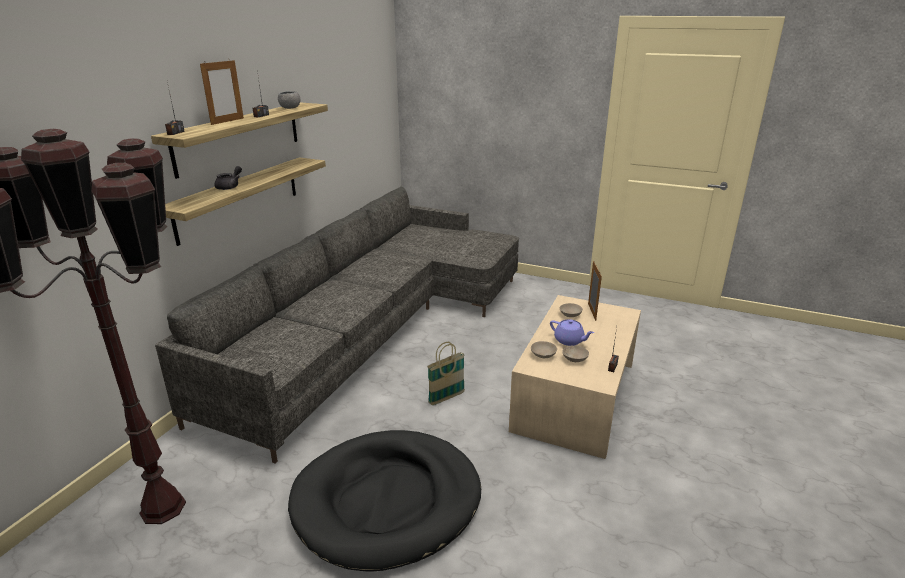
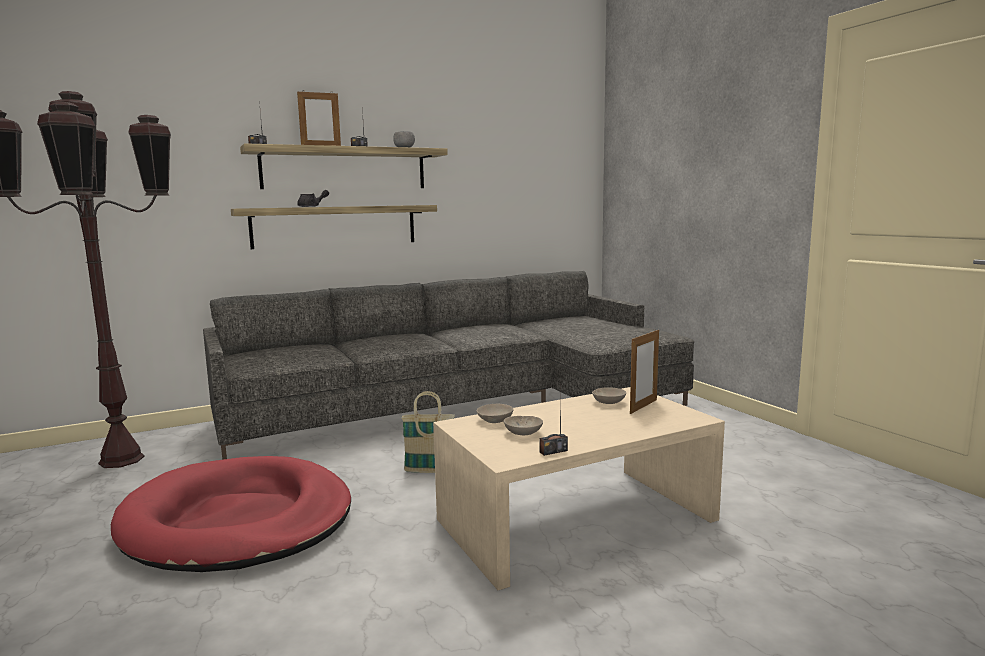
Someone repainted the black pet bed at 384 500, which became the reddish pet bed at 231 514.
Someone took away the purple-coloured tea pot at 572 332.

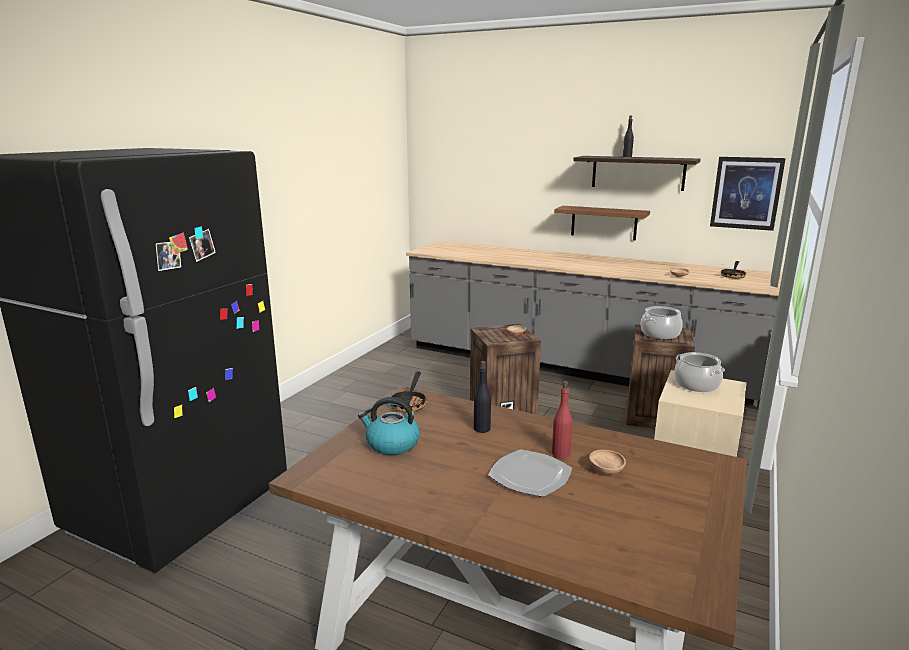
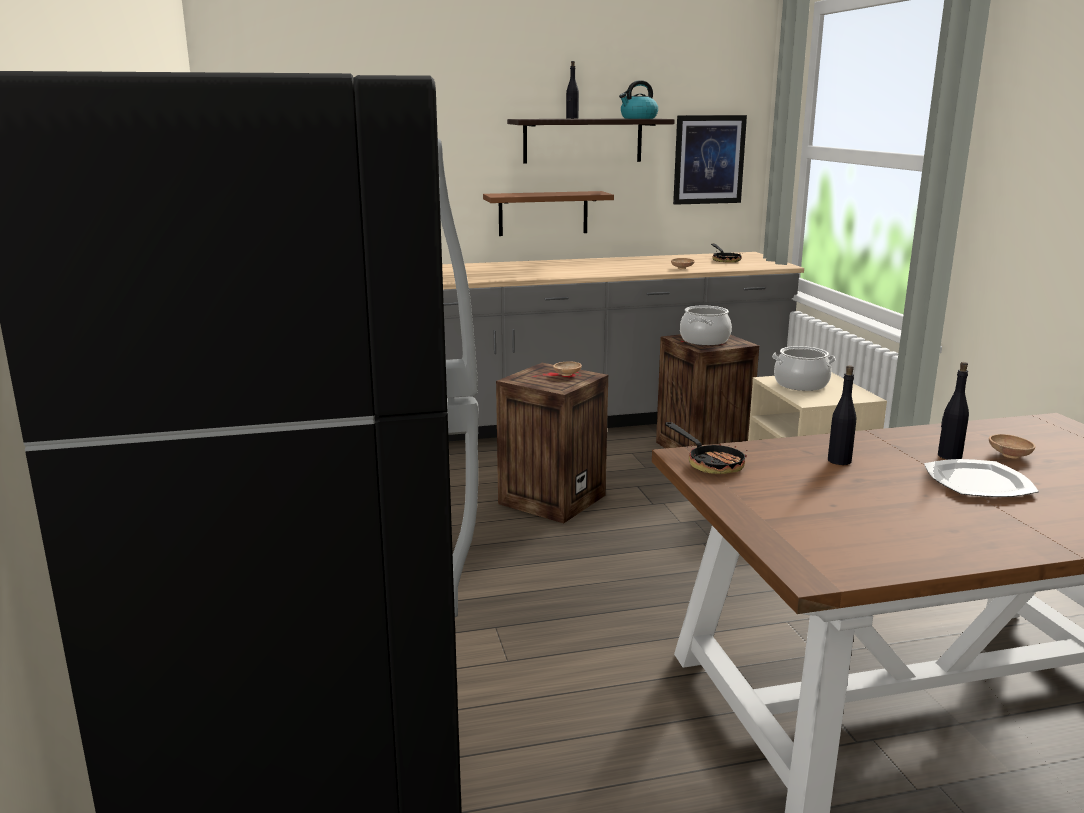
Someone carried the kettle from 389 426 to 638 99.
Someone repainted the reddish drink bottle at 562 419, which became the black drink bottle at 953 411.

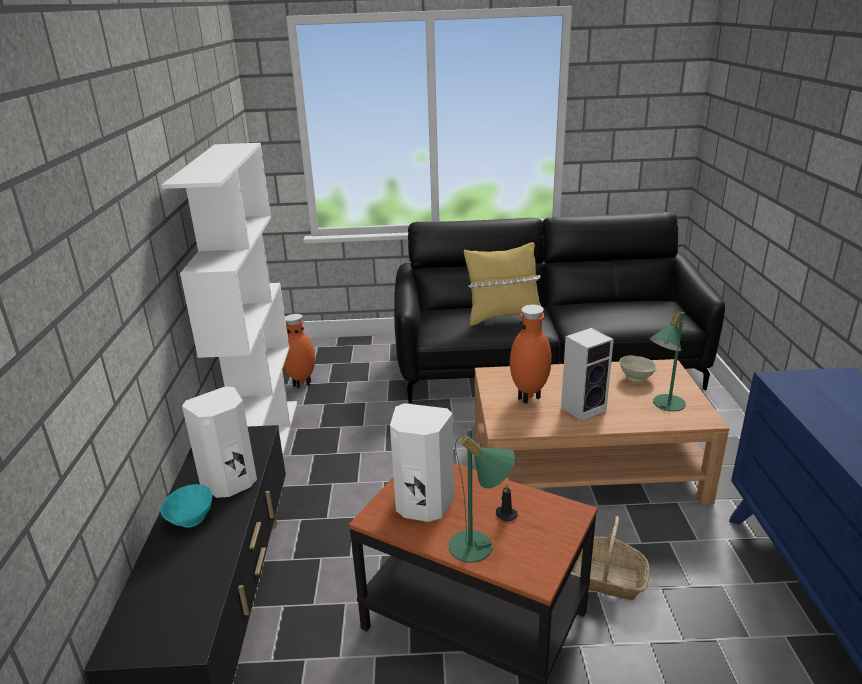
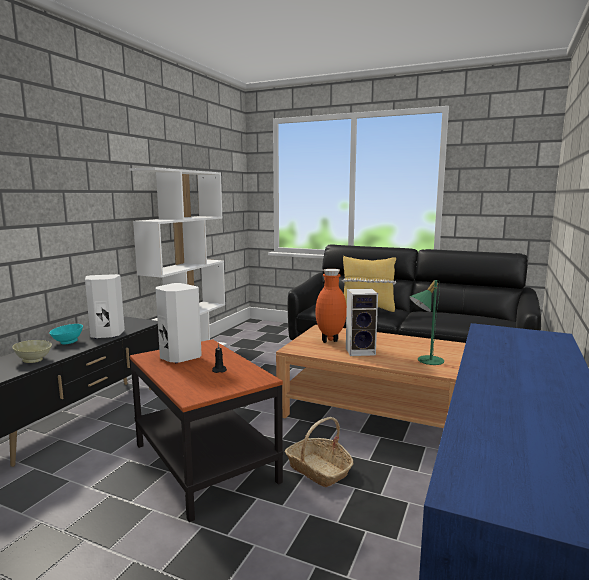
Someone carried the beige-coloured serving bowl from 638 368 to 32 351.
Someone took away the orange decorative vase at 299 351.
Someone took away the greenish tabletop lamp at 482 496.

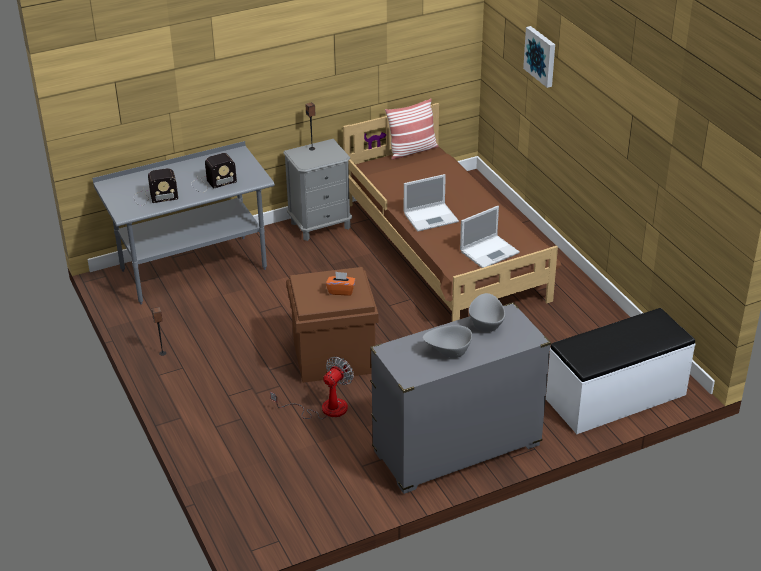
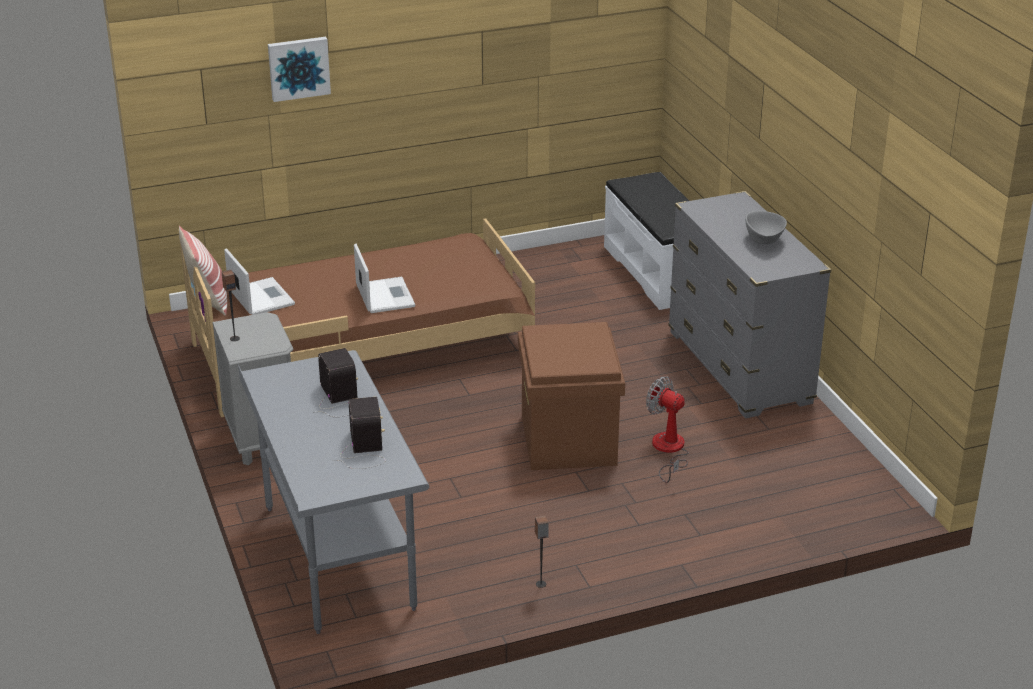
Someone carried the portable computer from 490 237 to 259 281.
Someone took away the orange tissue holder at 341 284.
Someone took away the grey serving bowl at 487 312.

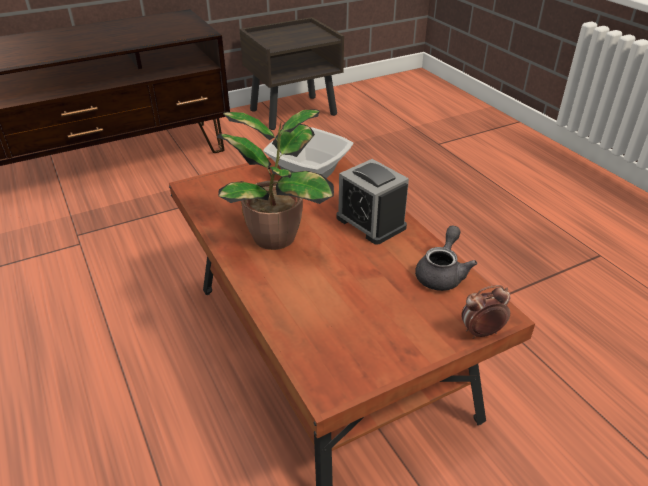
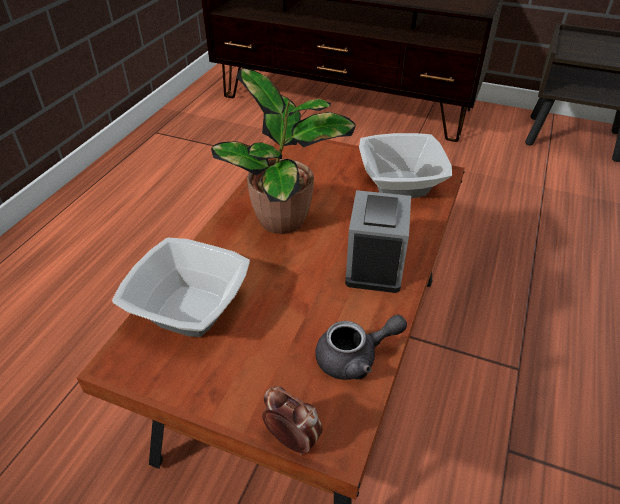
Someone put down the serving bowl at 181 287.

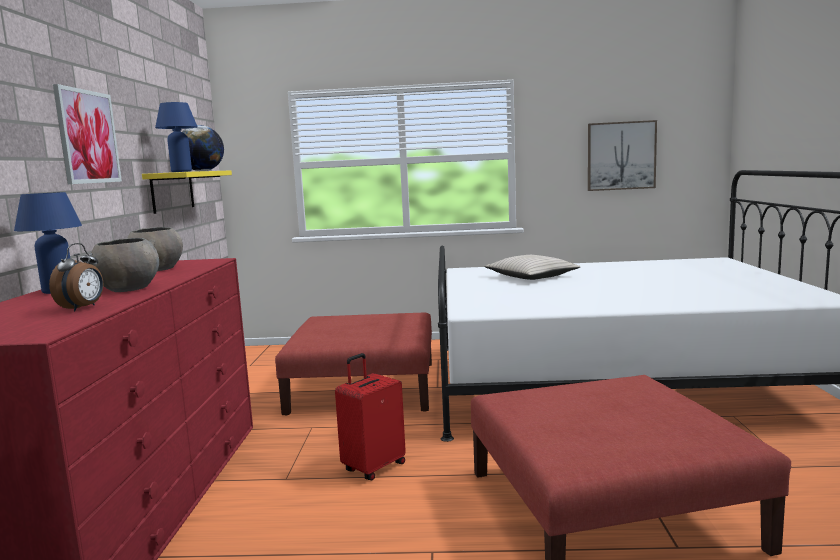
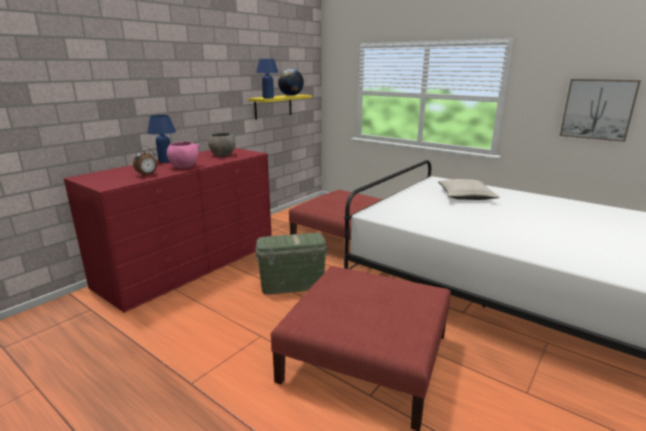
Someone repainted the grey serving bowl at 125 265, which became the pink serving bowl at 183 154.
Someone swapped the reddish suitcase at 370 416 for the greenish storage box at 291 264.
Someone took away the picture at 87 134.

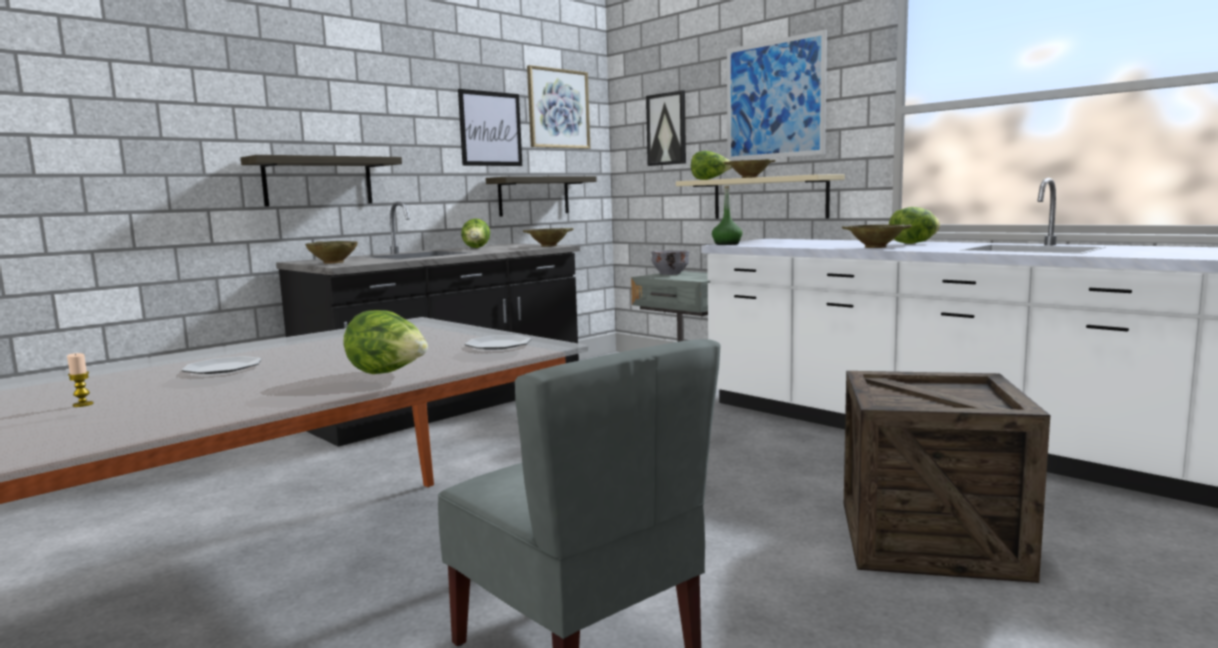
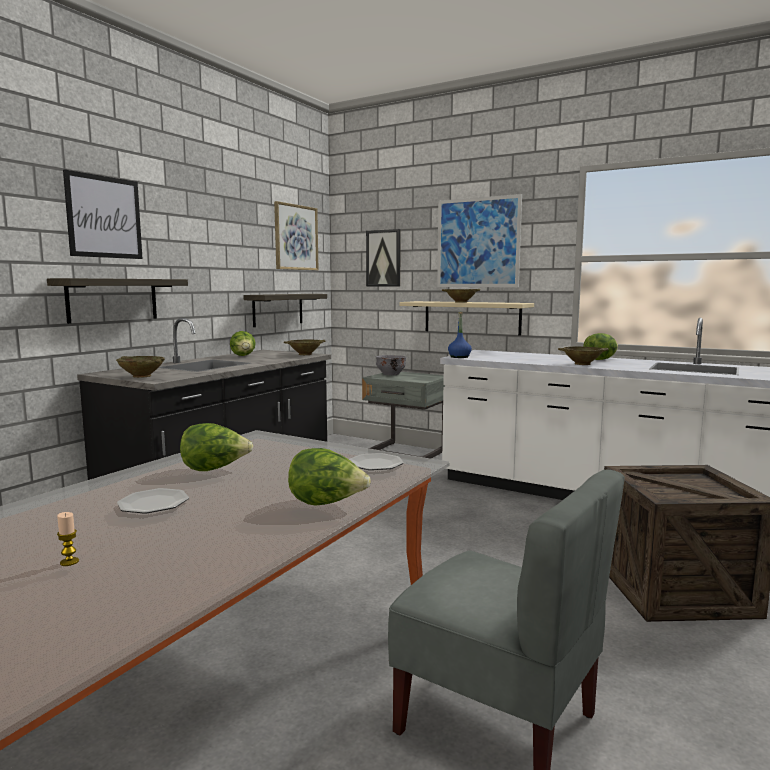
Someone carried the picture from 490 127 to 103 214.
Someone carried the head of lettuce from 711 165 to 216 447.
Someone repainted the greenish drink bottle at 727 215, which became the bluish drink bottle at 460 335.

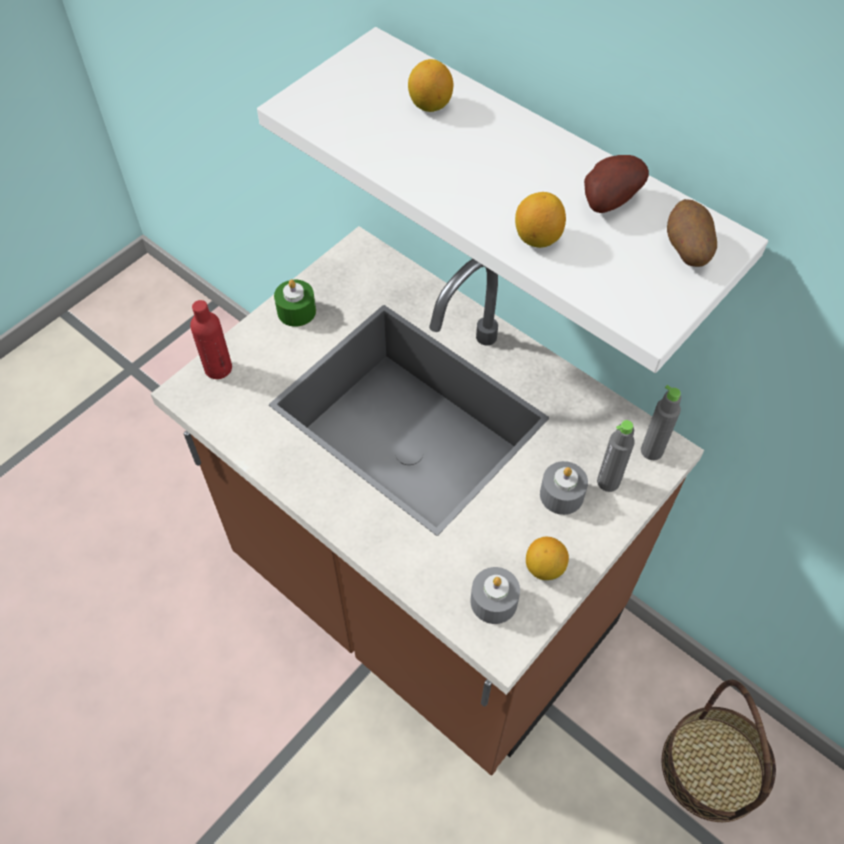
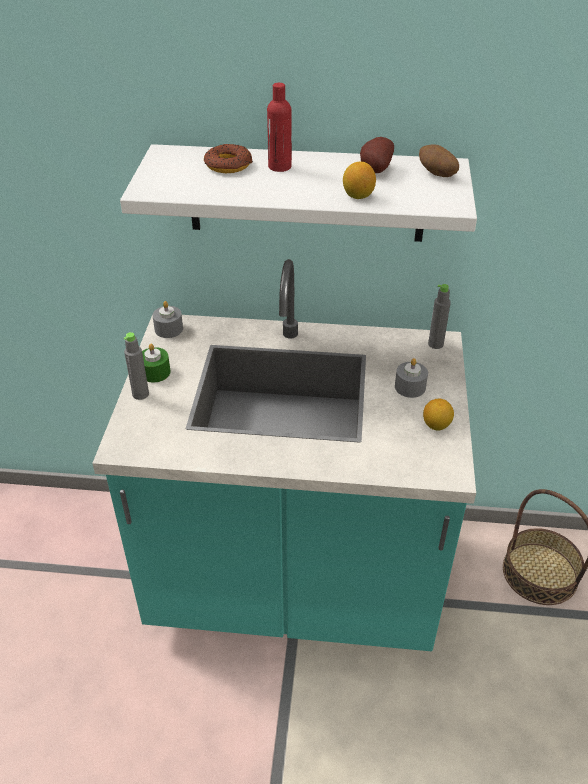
Someone repainted the brown-coloured kitchen counter at 427 500, which became the turquoise-coloured kitchen counter at 284 455.
Someone carried the grey drink bottle from 616 456 to 136 366.
Someone carried the grey candle from 495 595 to 167 319.
Someone swapped the citrus fruit at 430 85 for the donut at 228 158.
Someone carried the reddish drink bottle from 211 339 to 279 127.

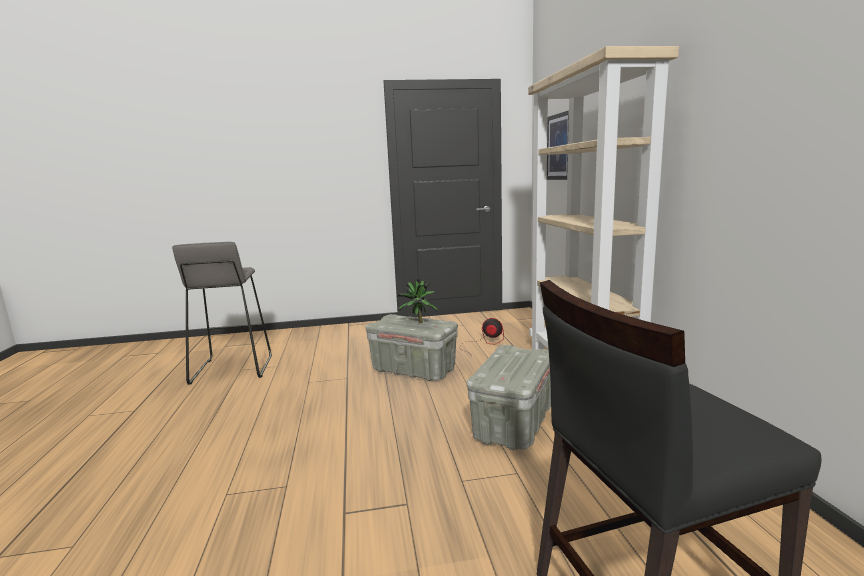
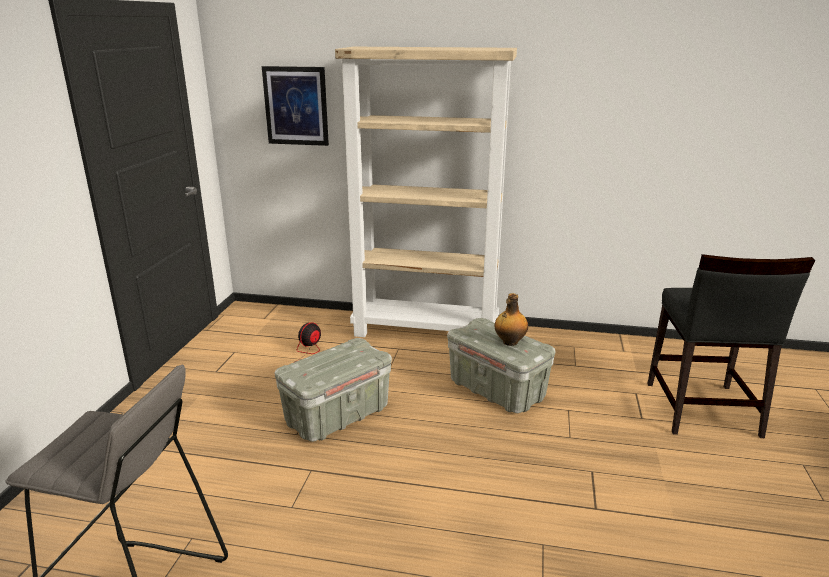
Someone put down the drink bottle at 511 319.
Someone took away the plant in a pot at 417 301.

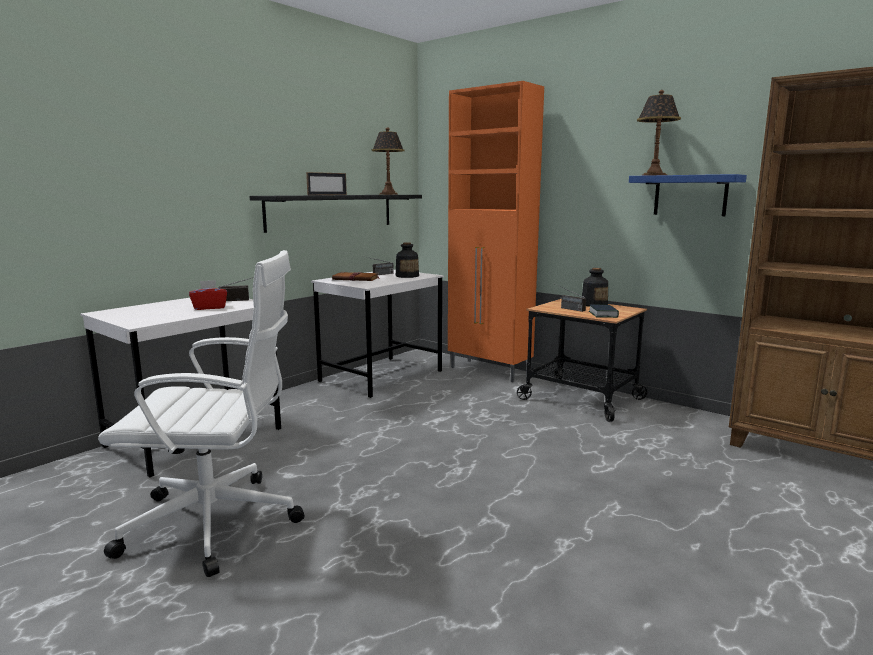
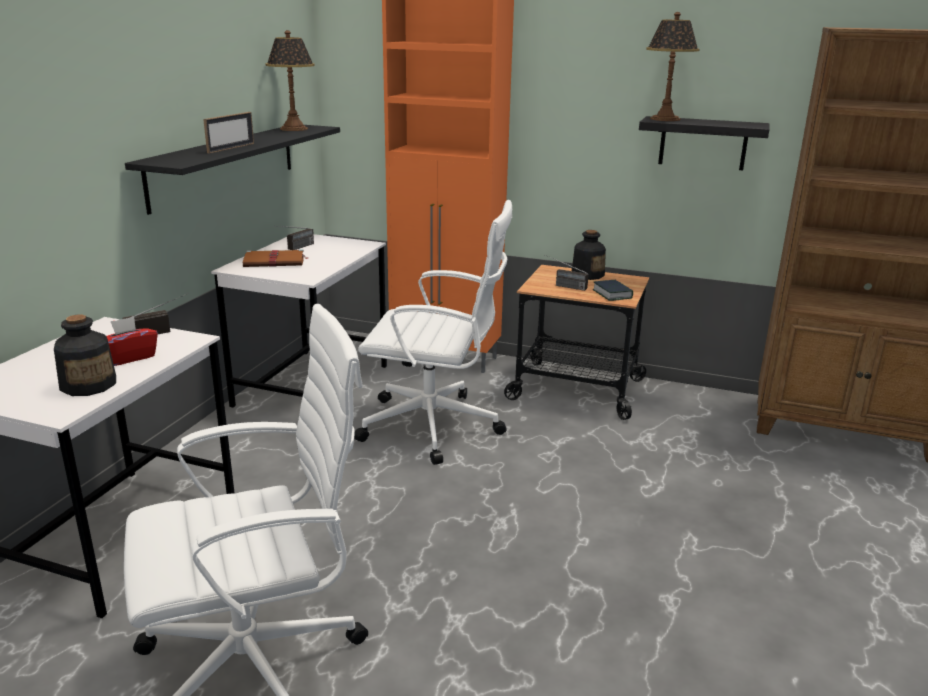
Someone carried the drink bottle from 407 260 to 85 355.
Someone put down the whitish office chair at 433 332.
Someone repainted the bluish shelf at 688 195, which became the black shelf at 704 143.

